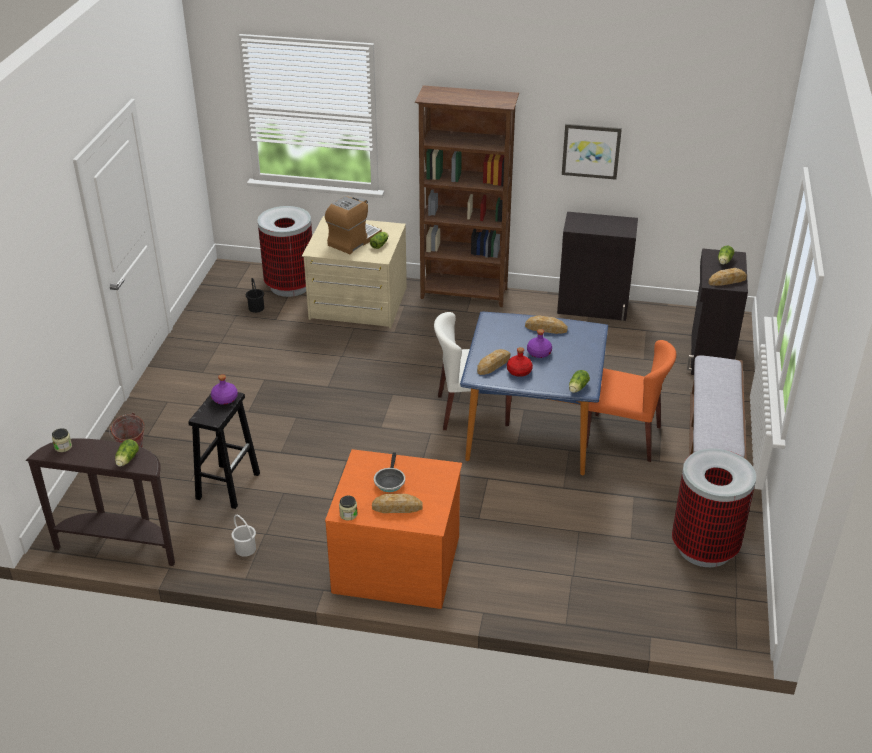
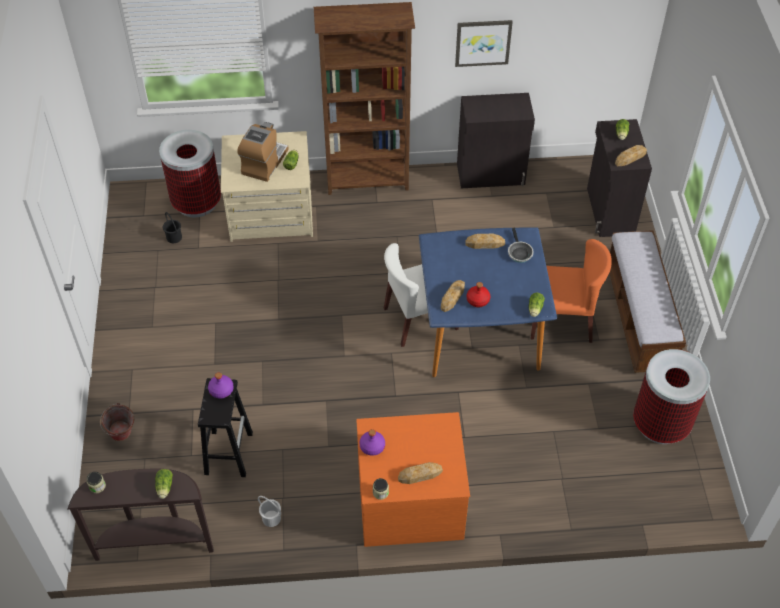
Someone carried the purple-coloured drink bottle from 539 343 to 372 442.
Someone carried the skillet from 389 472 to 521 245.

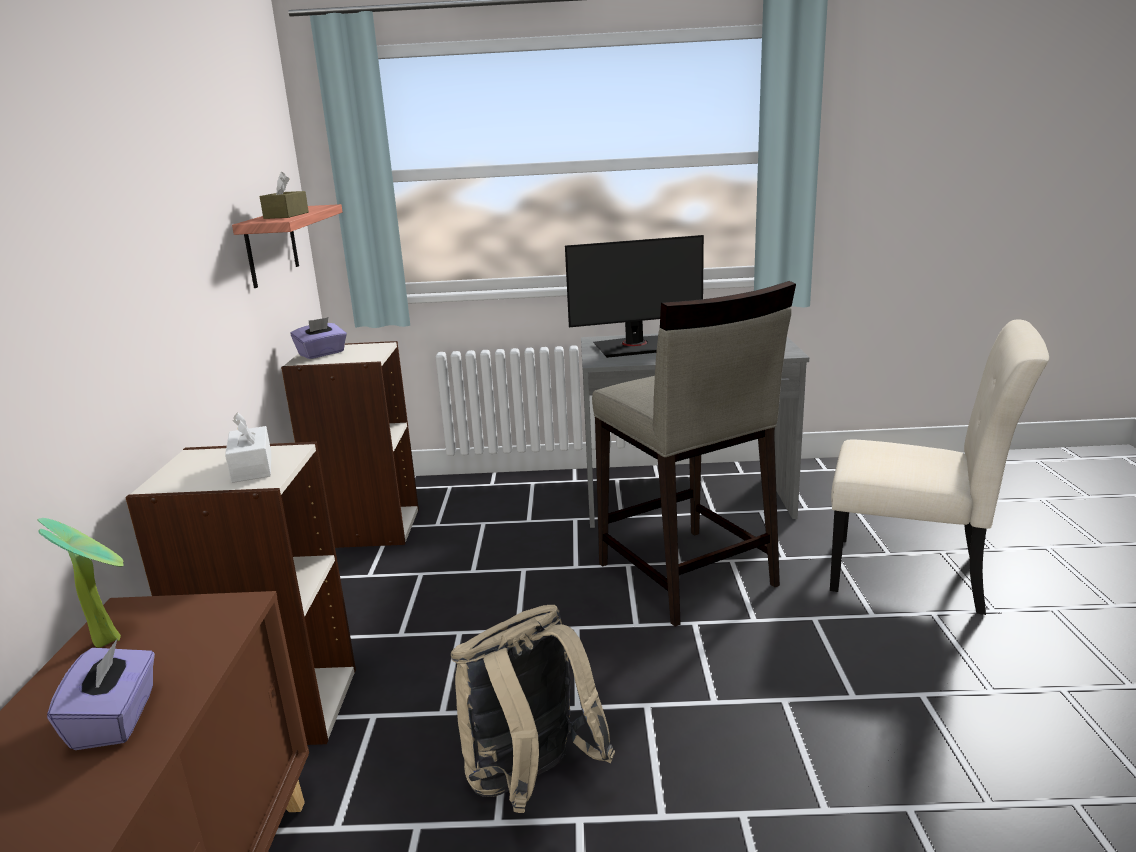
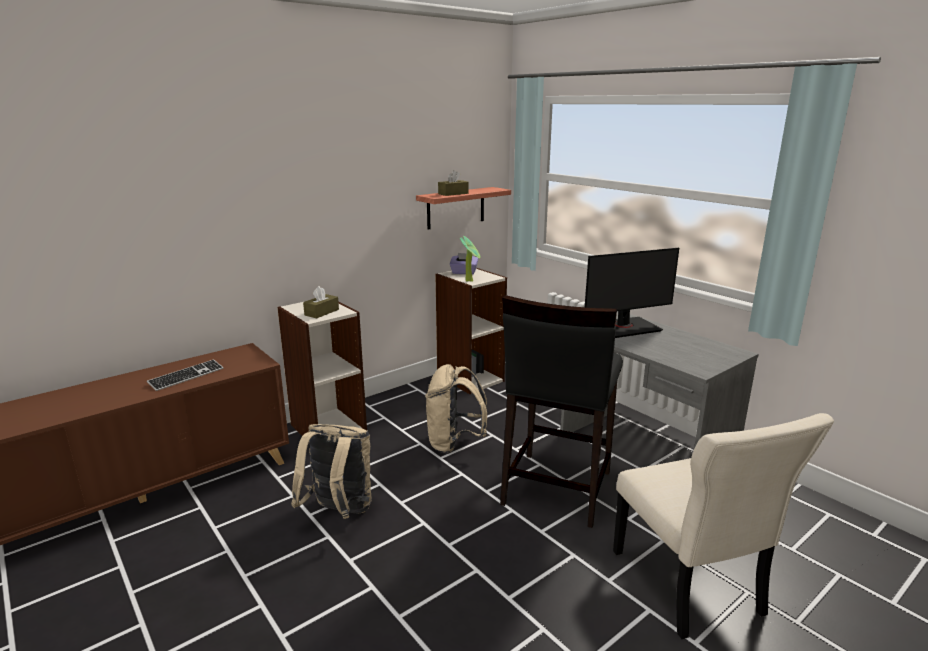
Someone swapped the purple-coloured tissue holder at 101 694 for the PC keyboard at 185 375.
Someone repainted the whitish tissue holder at 248 447, which became the brown-coloured tissue holder at 321 302.
Someone put down the beige-coloured backpack at 456 409.
Someone carried the plant in a pot from 80 583 to 470 259.
Someone repainted the beige-coloured stool seat at 694 454, which became the black stool seat at 561 411.
Someone rotated the monitor at 634 296 by 60 degrees counterclockwise.

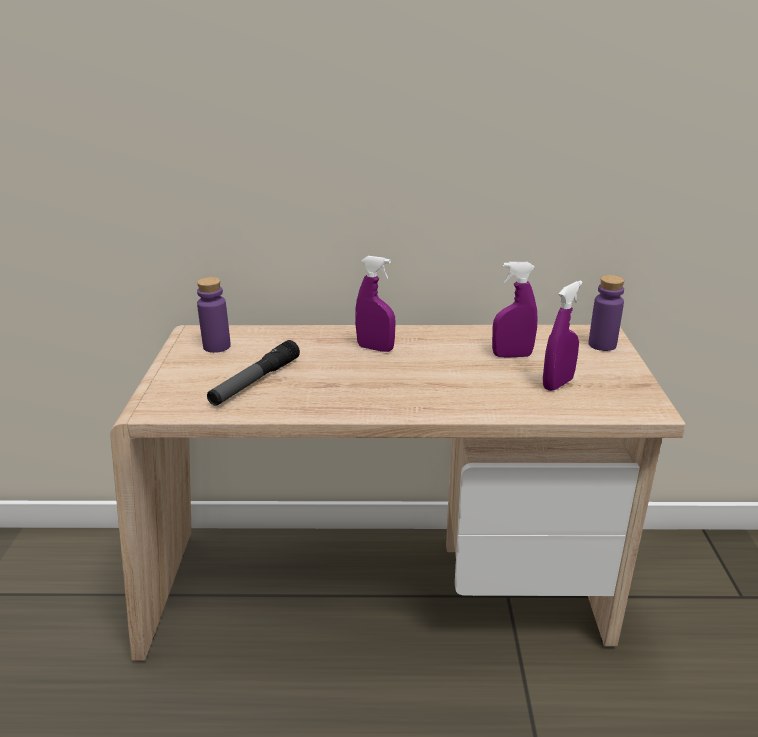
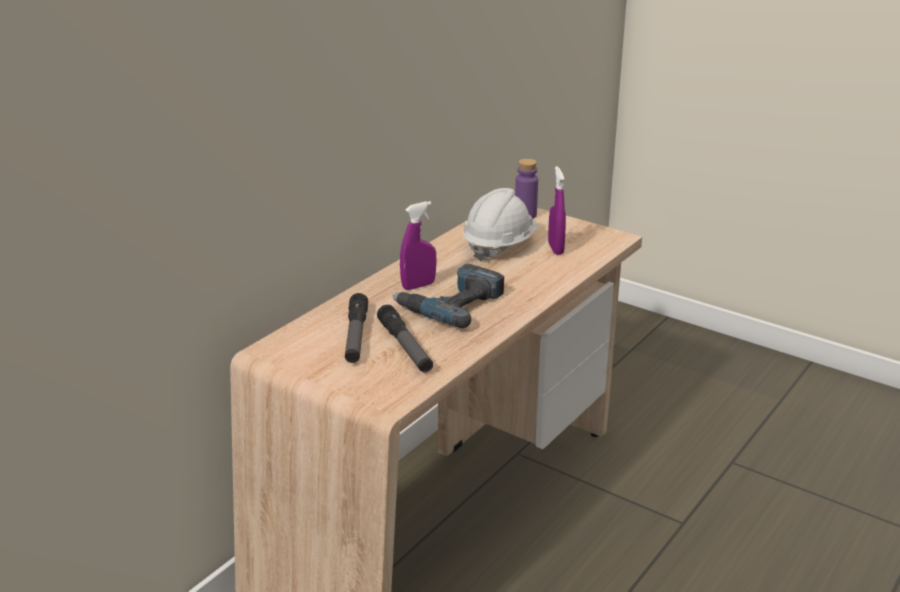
Someone put down the flashlight at 356 328.
Someone put down the electric drill at 448 296.
Someone swapped the purple-coloured sprayer at 514 310 for the whitish work helmet at 501 224.
Someone took away the purple-coloured drink bottle at 214 315.

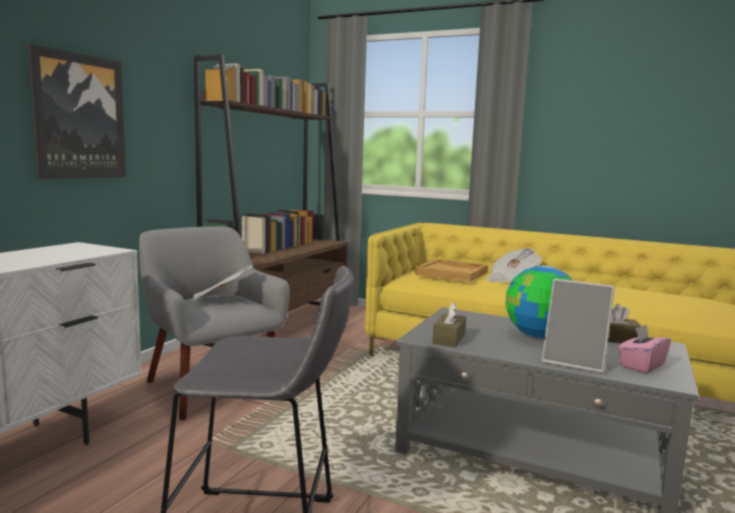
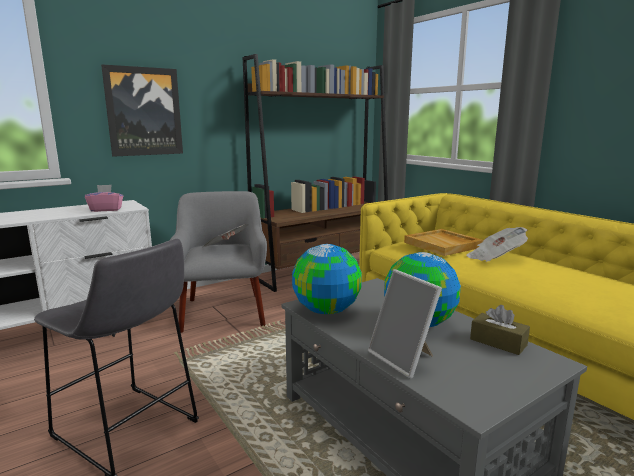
Someone carried the pink tissue holder from 644 349 to 104 198.
Someone swapped the brown-coloured tissue holder at 449 324 for the globe at 327 279.

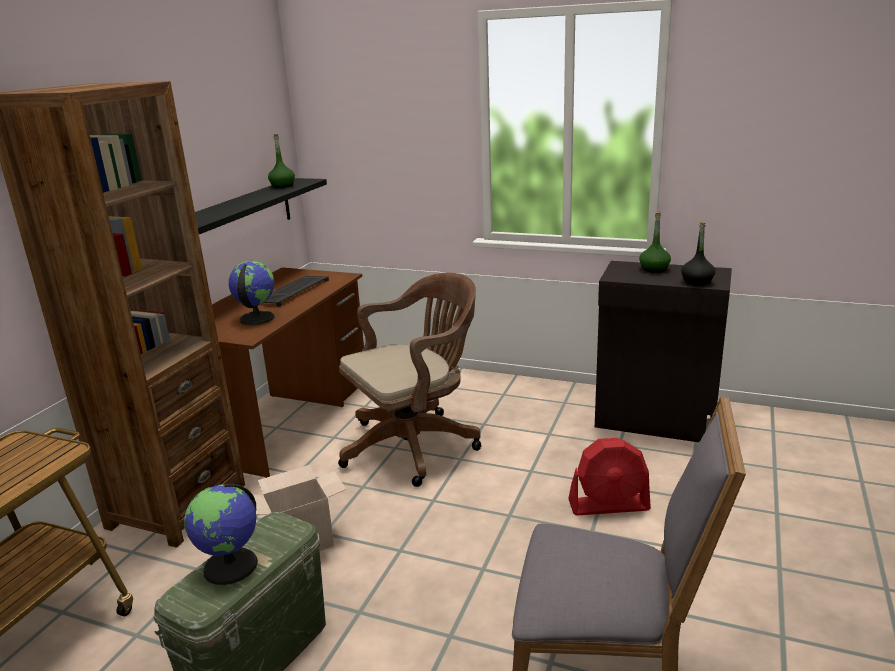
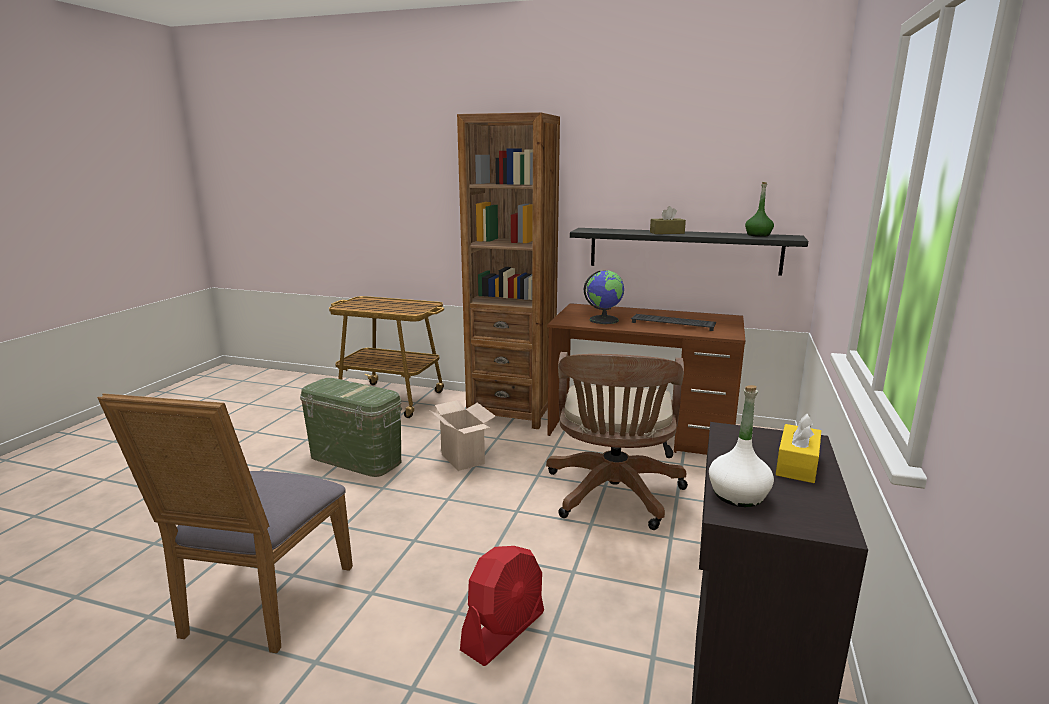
Someone rotated the reddish cooling fan at 609 476 by 135 degrees counterclockwise.
Someone rotated the brown-coloured office chair at 409 380 by 45 degrees clockwise.
Someone put down the brown-coloured tissue holder at 668 220.
Someone repainted the black drink bottle at 698 253, which became the whitish drink bottle at 741 446.
Someone swapped the greenish drink bottle at 655 242 for the yellowish tissue holder at 798 448.
Someone took away the globe at 221 534.

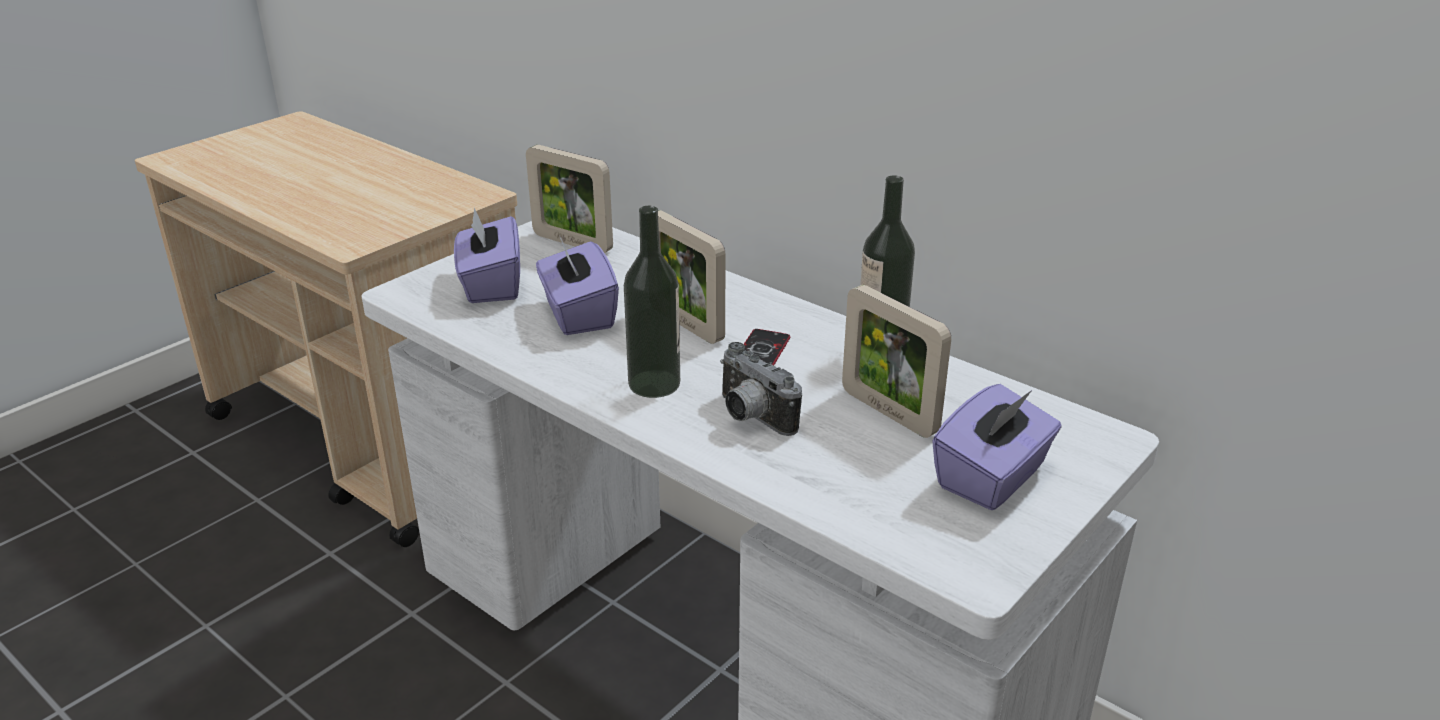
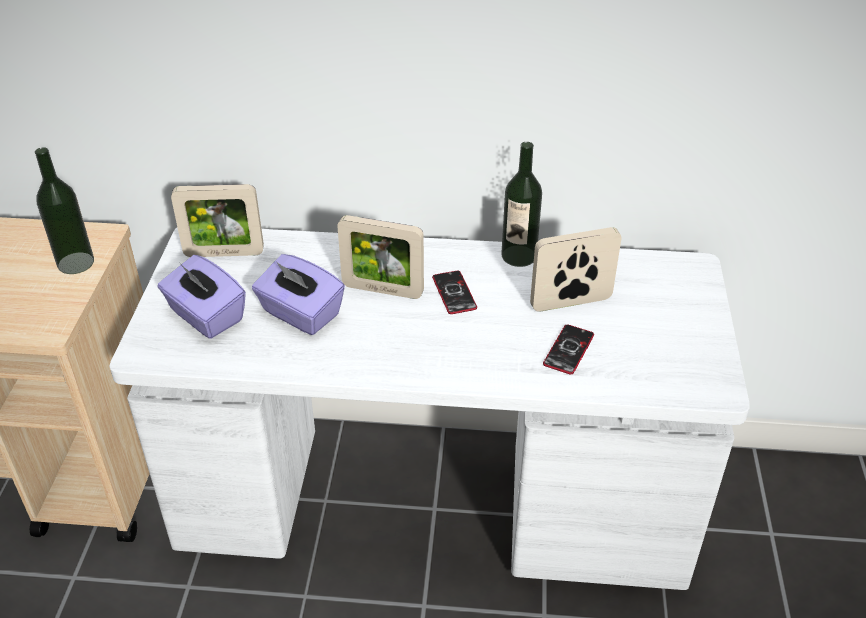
Someone carried the drink bottle from 652 302 to 64 210.
Someone rotated the picture frame at 896 361 by 150 degrees clockwise.
Someone put down the handset at 568 349.
Someone took away the still camera at 761 389.
Someone took away the purple-coloured tissue holder at 997 447.

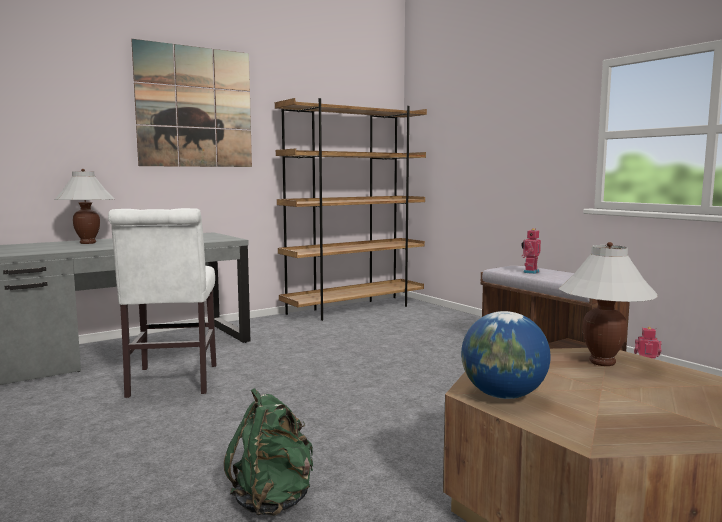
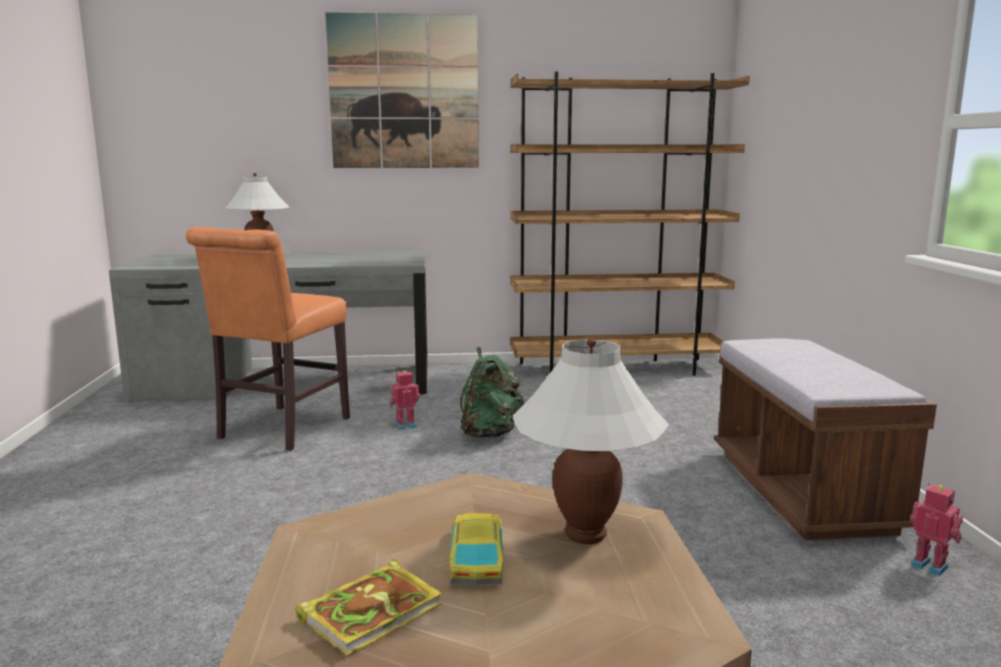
Someone repainted the whitish upright chair at 162 303, which became the orange upright chair at 268 339.
Someone put down the book at 369 607.
Someone carried the model robot from 531 251 to 405 400.
Someone put down the model car at 476 549.
Someone carried the greenish backpack from 268 452 to 492 392.
Someone took away the globe at 505 355.

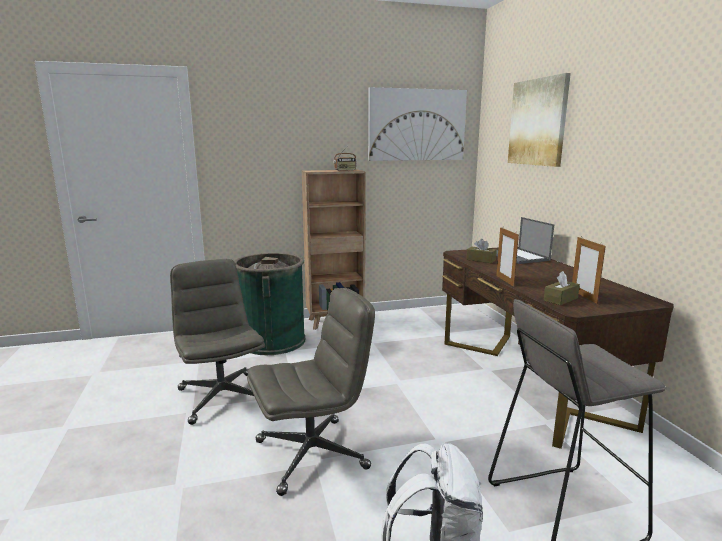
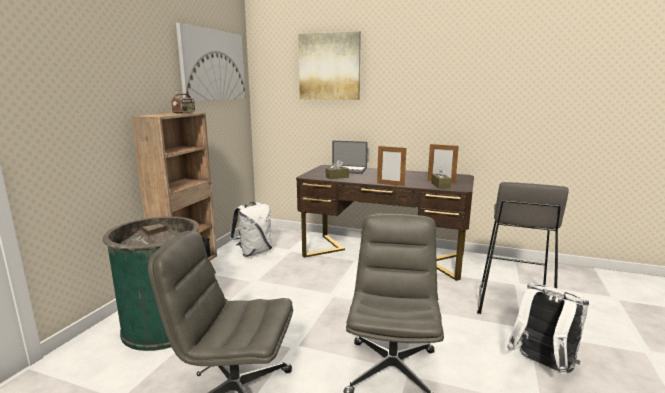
Someone put down the whitish backpack at 251 229.

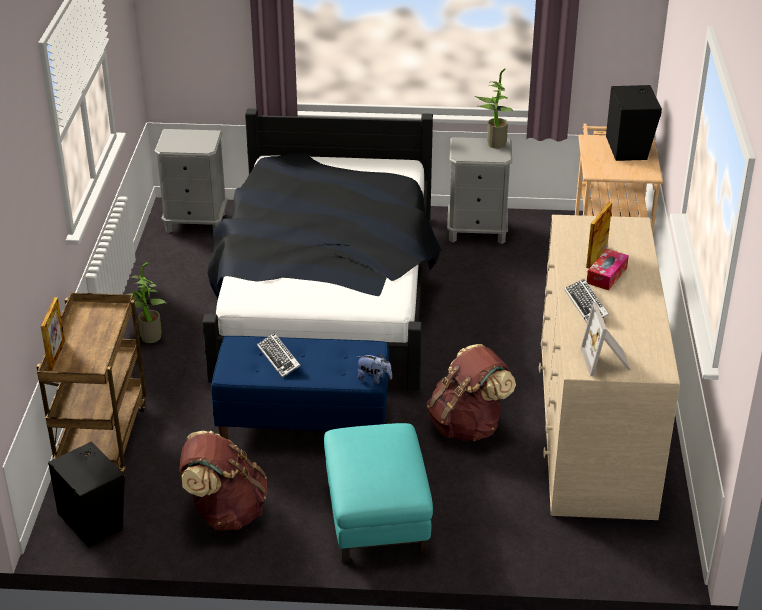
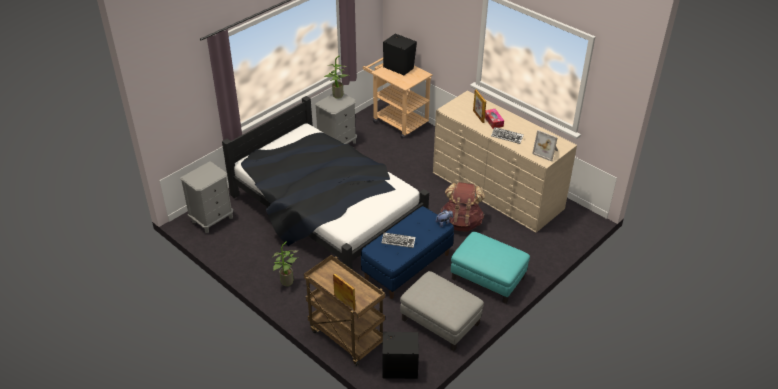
Someone swapped the brown-coloured backpack at 223 481 for the grey pouffe at 442 311.

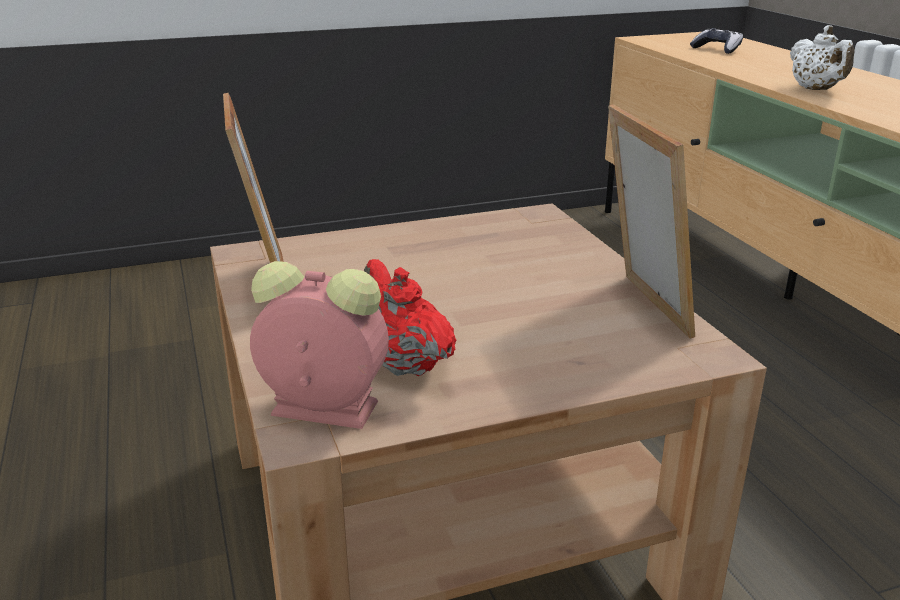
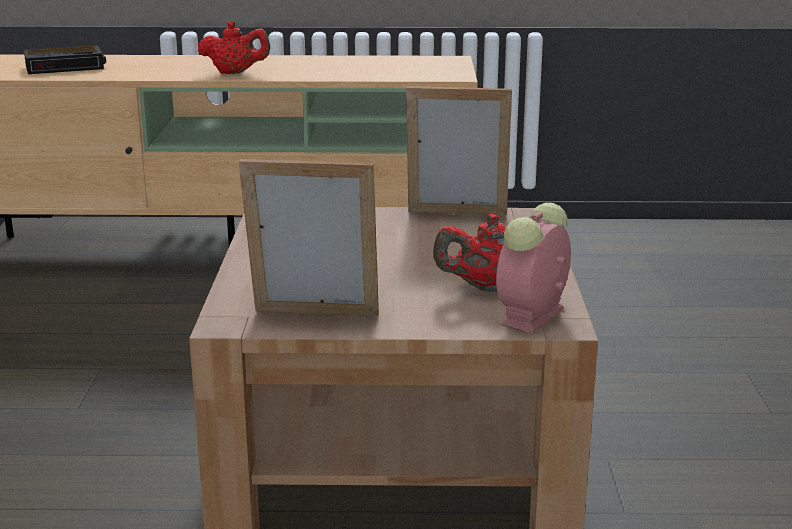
Someone swapped the joypad at 716 41 for the alarm clock at 65 59.
Someone repainted the whitish tea pot at 822 57, which became the reddish tea pot at 234 47.

